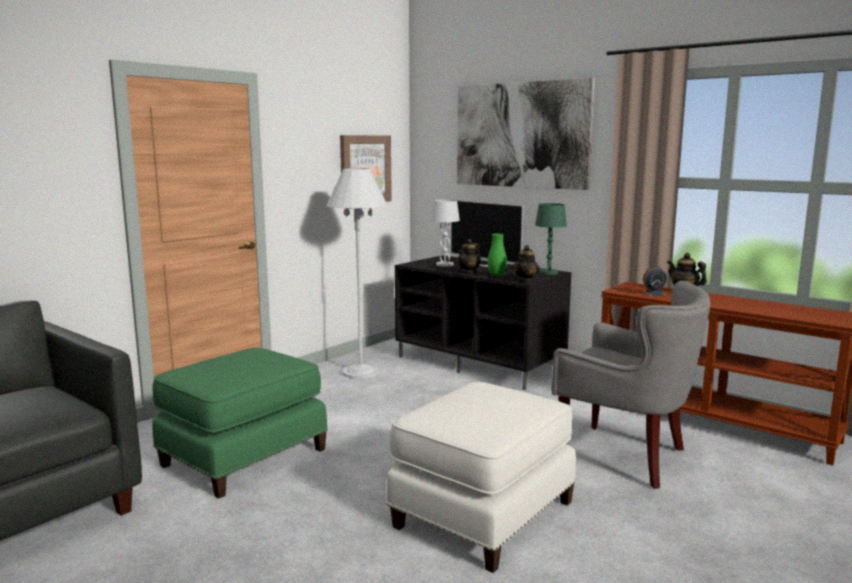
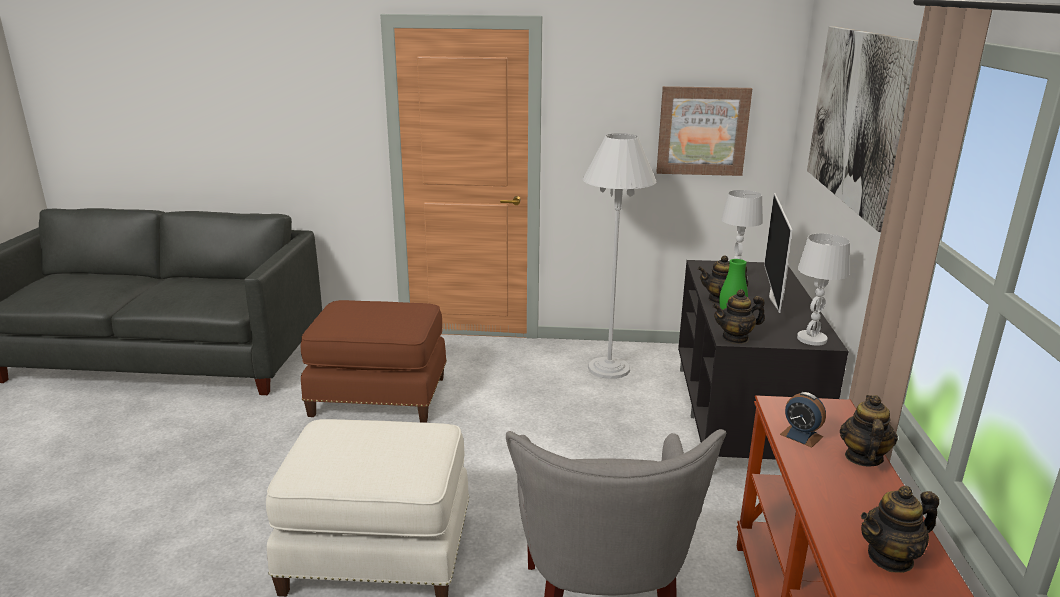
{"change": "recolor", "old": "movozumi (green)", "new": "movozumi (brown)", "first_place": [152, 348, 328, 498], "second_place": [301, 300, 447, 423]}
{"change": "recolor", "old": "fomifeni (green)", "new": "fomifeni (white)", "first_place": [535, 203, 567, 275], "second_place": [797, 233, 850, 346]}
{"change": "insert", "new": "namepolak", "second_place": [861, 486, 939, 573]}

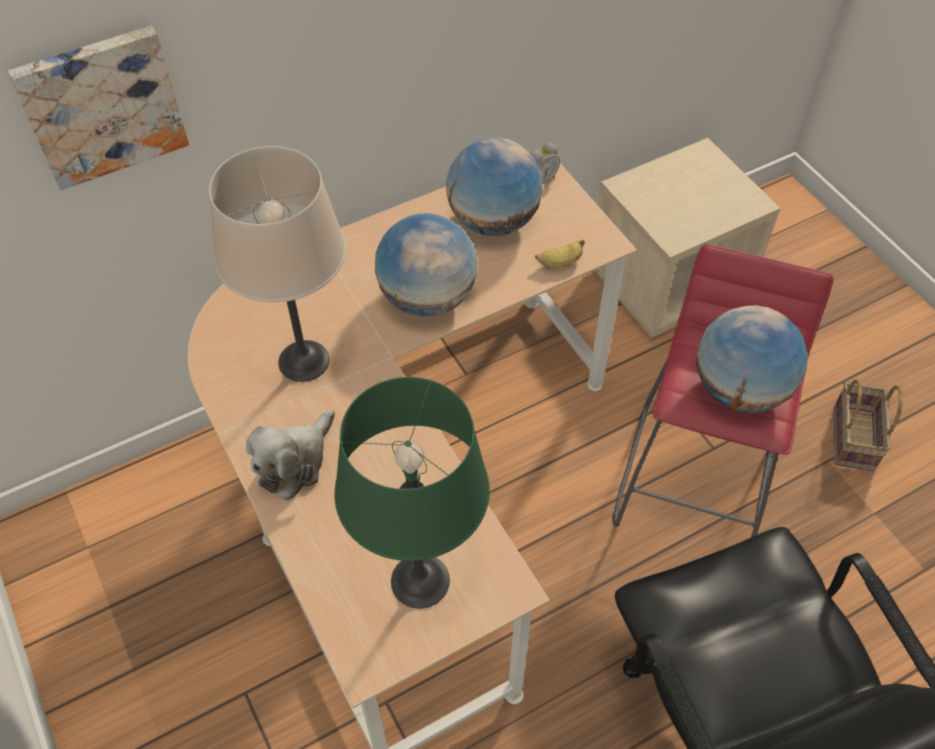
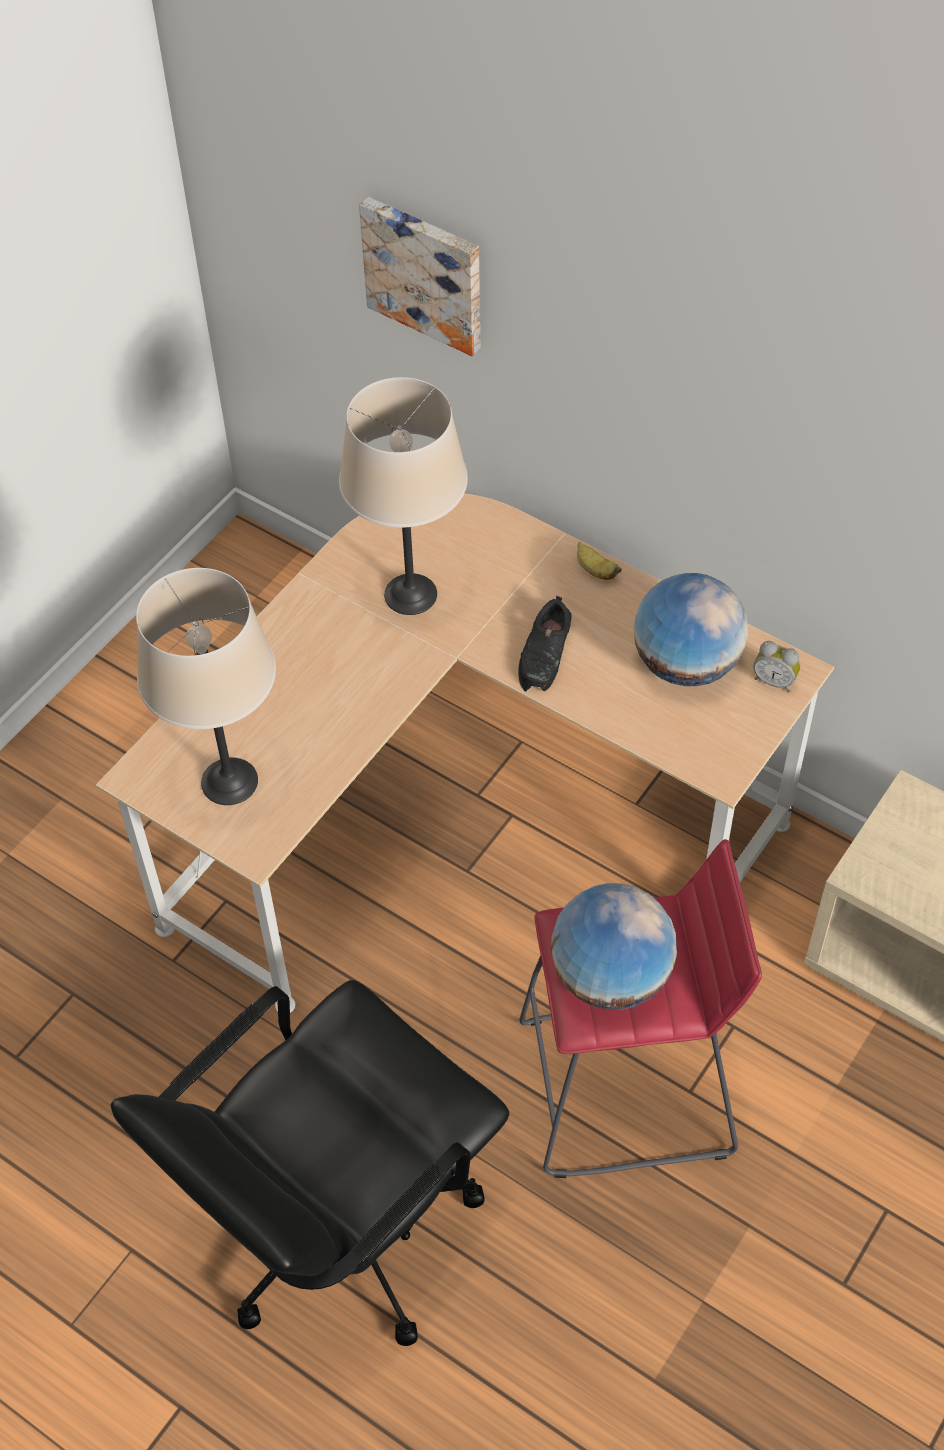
{"change": "recolor", "old": "fomifeni (green)", "new": "fomifeni (beige)", "first_place": [335, 377, 490, 609], "second_place": [136, 568, 276, 805]}
{"change": "replace", "old": "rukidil", "new": "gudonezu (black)", "first_place": [375, 213, 477, 317], "second_place": [518, 596, 571, 692]}
{"change": "move", "old": "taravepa", "first_place": [535, 240, 585, 268], "second_place": [577, 542, 622, 580]}
{"change": "delete", "old": "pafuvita", "first_place": [246, 409, 335, 501]}
{"change": "delete", "old": "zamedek", "first_place": [834, 379, 903, 471]}

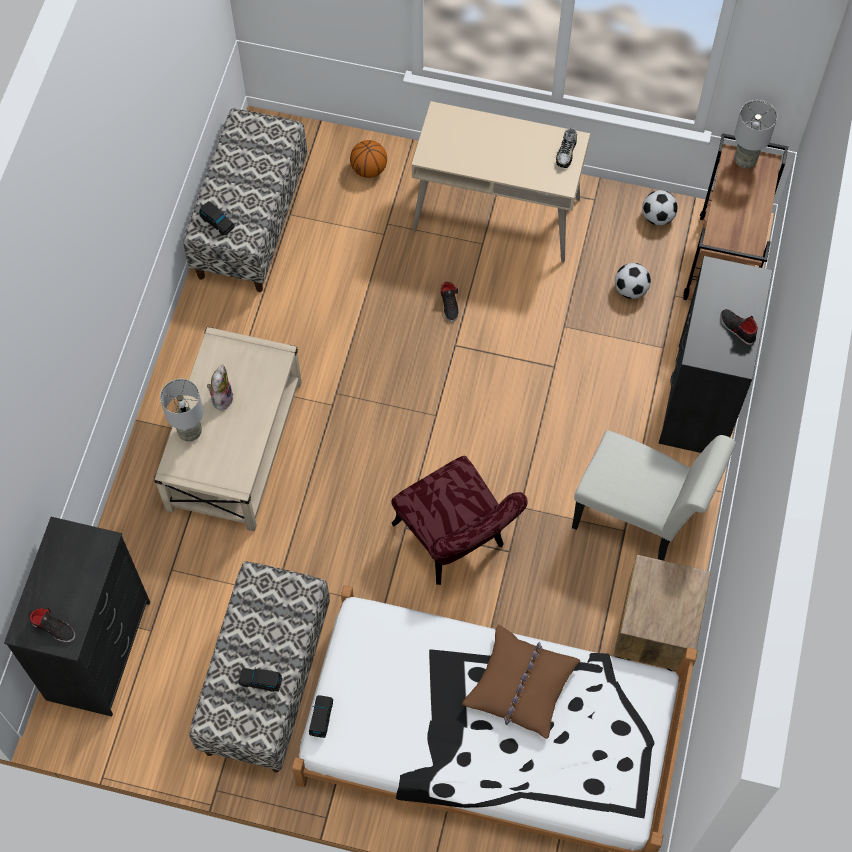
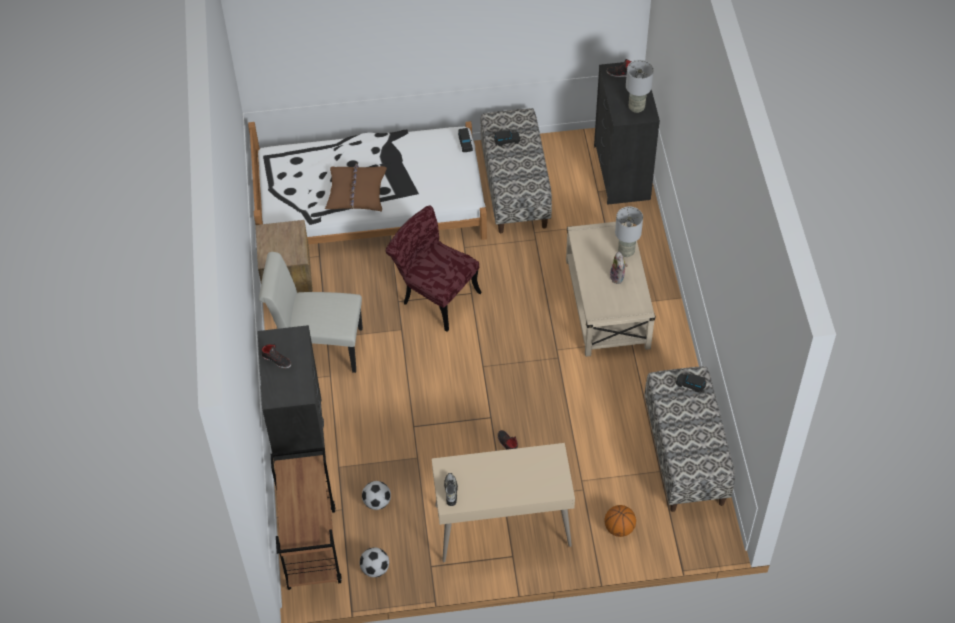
{"change": "move", "old": "fomifeni (grey)", "first_place": [734, 100, 777, 168], "second_place": [626, 60, 654, 113]}

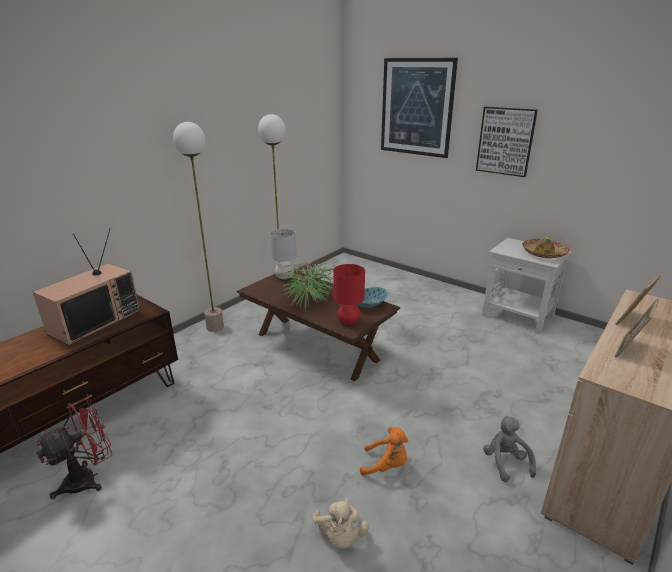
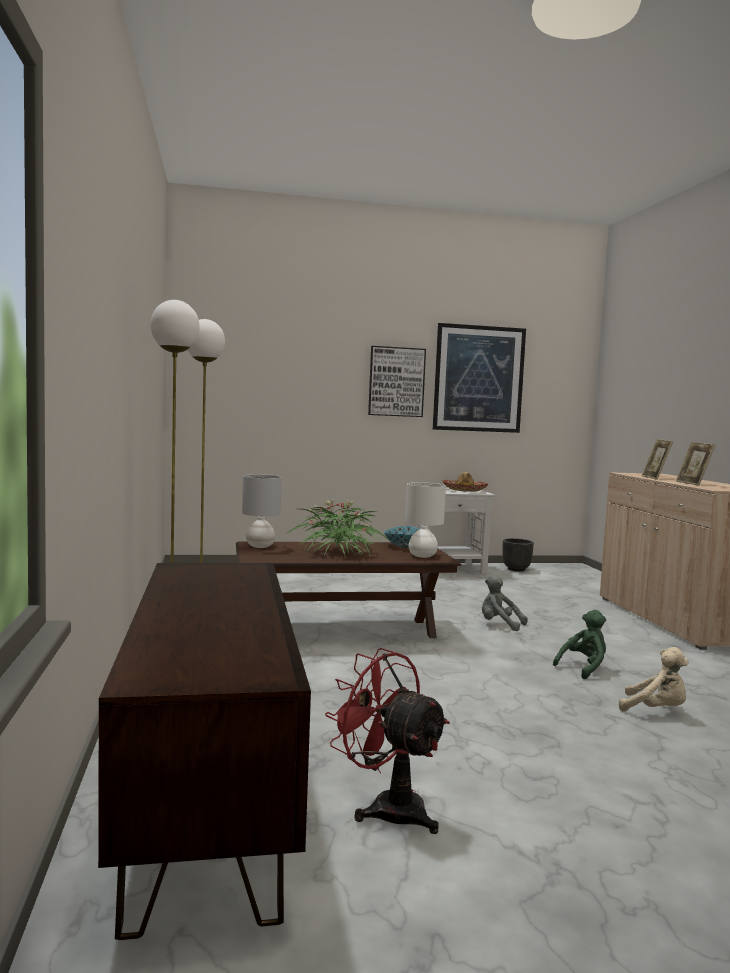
{"change": "rotate", "old": "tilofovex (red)", "first_place": [36, 398, 112, 499], "second_place": [325, 648, 450, 834], "degrees": -45}
{"change": "recolor", "old": "fomifeni (red)", "new": "fomifeni (white)", "first_place": [333, 264, 365, 325], "second_place": [405, 482, 446, 558]}
{"change": "move", "old": "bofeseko", "first_place": [381, 58, 458, 158], "second_place": [433, 323, 526, 433]}
{"change": "move", "old": "pafuvita (grey)", "first_place": [483, 416, 536, 482], "second_place": [482, 575, 528, 631]}
{"change": "insert", "new": "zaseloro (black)", "second_place": [502, 538, 534, 572]}
{"change": "recolor", "old": "pafuvita (orange)", "new": "pafuvita (green)", "first_place": [360, 427, 408, 476], "second_place": [553, 610, 606, 679]}
{"change": "delete", "old": "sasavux", "first_place": [33, 228, 140, 346]}

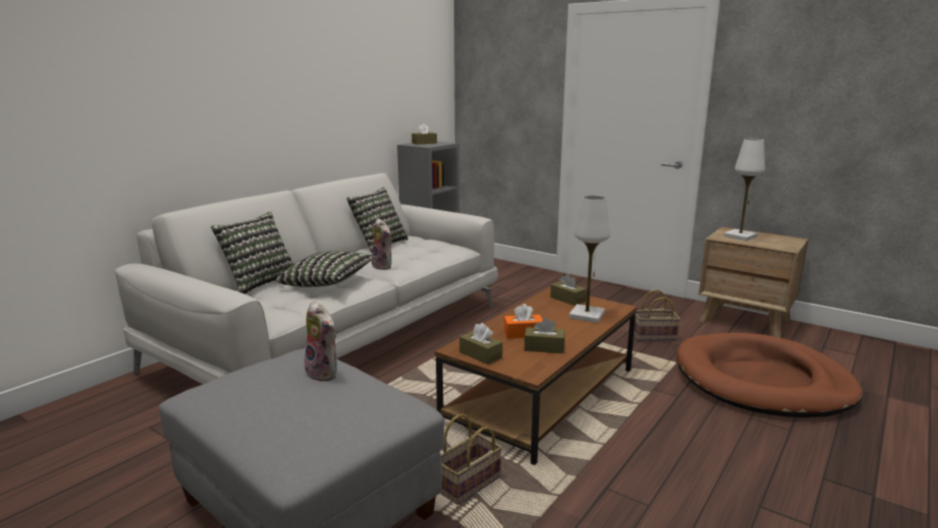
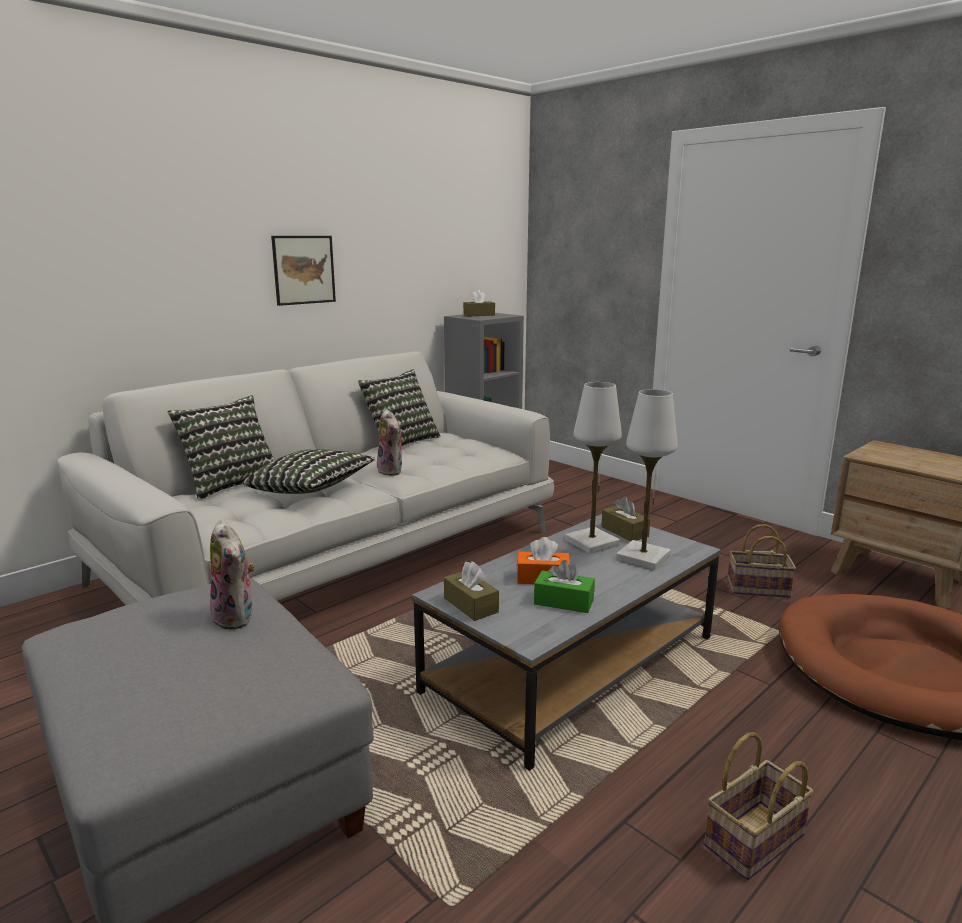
{"change": "insert", "new": "bofeseko", "second_place": [271, 236, 336, 306]}
{"change": "recolor", "old": "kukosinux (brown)", "new": "kukosinux (grey)", "first_place": [435, 287, 637, 465], "second_place": [412, 514, 721, 771]}
{"change": "recolor", "old": "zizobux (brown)", "new": "zizobux (green)", "first_place": [524, 317, 565, 354], "second_place": [534, 560, 595, 613]}
{"change": "move", "old": "fomifeni (white)", "first_place": [724, 139, 765, 241], "second_place": [565, 382, 622, 554]}
{"change": "move", "old": "zamedek", "first_place": [440, 414, 502, 505], "second_place": [704, 732, 814, 880]}

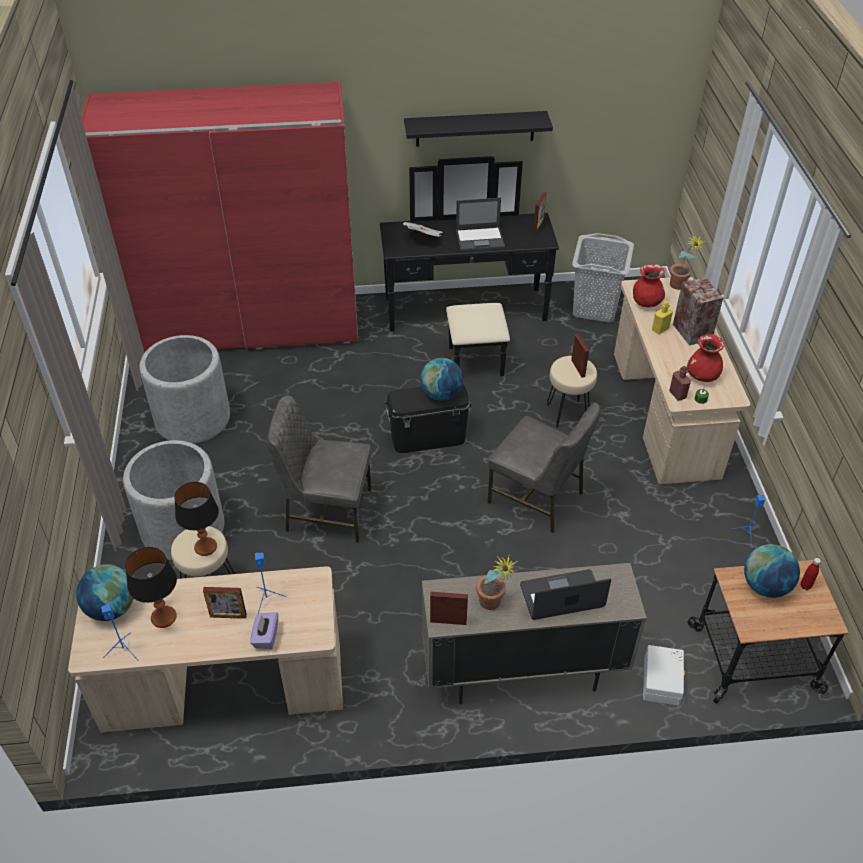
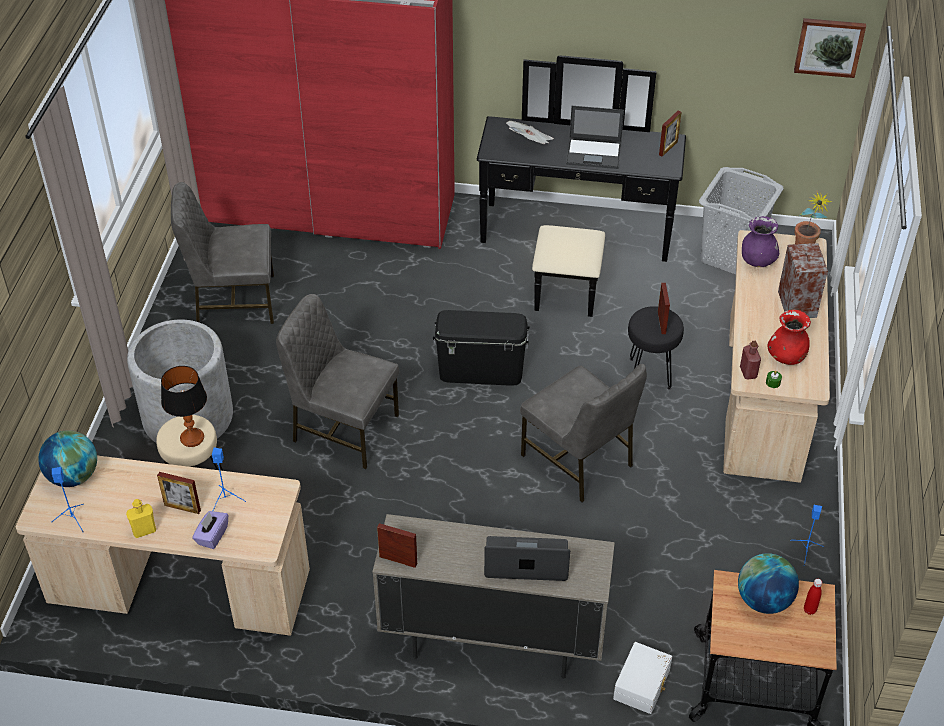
{"change": "move", "old": "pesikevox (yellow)", "first_place": [652, 301, 673, 334], "second_place": [126, 499, 156, 538]}
{"change": "replace", "old": "zaseloro (grey)", "new": "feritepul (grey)", "first_place": [139, 335, 230, 444], "second_place": [171, 182, 274, 324]}
{"change": "recolor", "old": "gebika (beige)", "new": "gebika (black)", "first_place": [547, 356, 597, 428], "second_place": [628, 306, 684, 390]}
{"change": "recolor", "old": "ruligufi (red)", "new": "ruligufi (purple)", "first_place": [633, 263, 665, 308], "second_place": [742, 216, 779, 267]}
{"change": "insert", "new": "bofeseko", "second_place": [794, 18, 866, 78]}
{"change": "delete", "old": "fomifeni", "first_place": [125, 547, 177, 628]}
{"change": "delete", "old": "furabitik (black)", "first_place": [404, 111, 553, 147]}
{"change": "delete", "old": "rukidil", "first_place": [420, 358, 463, 400]}
{"change": "delete", "old": "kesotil", "first_place": [476, 556, 517, 610]}

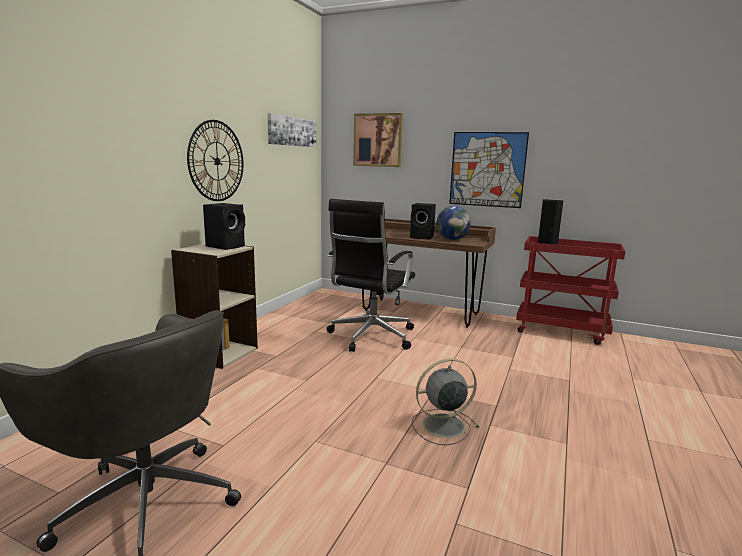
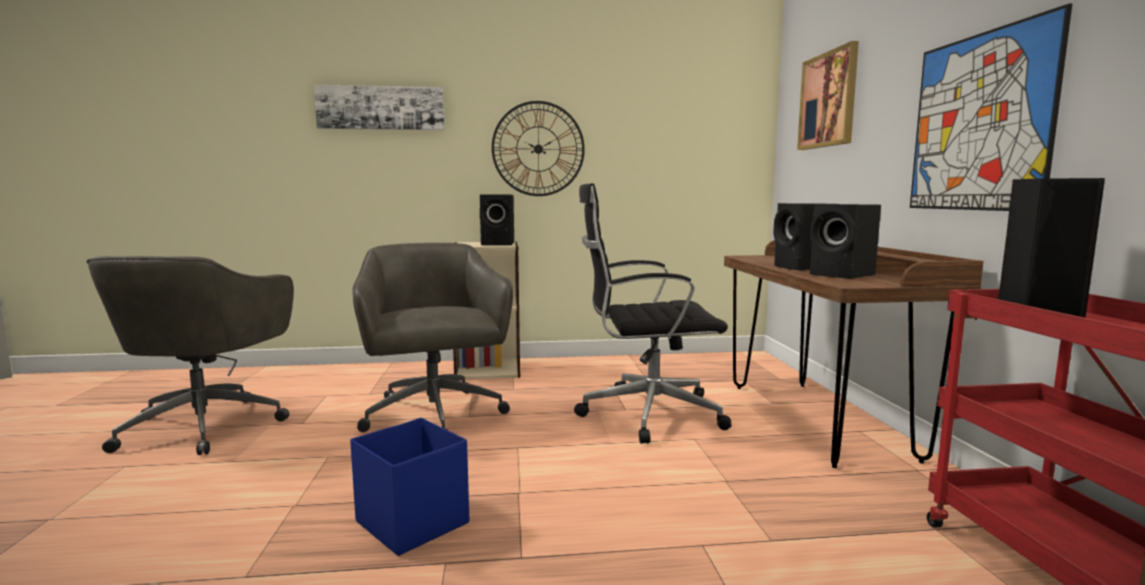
{"change": "move", "old": "bofeseko", "first_place": [267, 113, 316, 147], "second_place": [314, 85, 444, 130]}
{"change": "replace", "old": "tilofovex (grey)", "new": "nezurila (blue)", "first_place": [412, 359, 480, 445], "second_place": [350, 418, 469, 556]}
{"change": "insert", "new": "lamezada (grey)", "second_place": [352, 243, 513, 432]}
{"change": "replace", "old": "rukidil", "new": "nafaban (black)", "first_place": [437, 206, 471, 240], "second_place": [810, 204, 881, 279]}

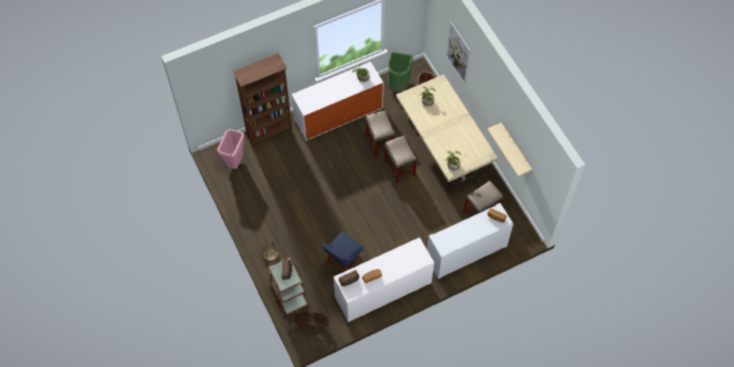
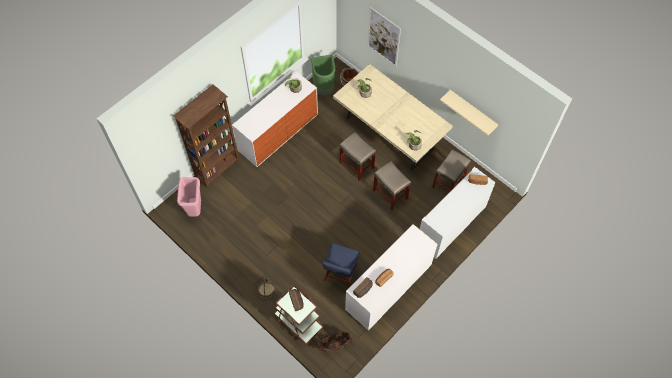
{"change": "move", "old": "gebika (beige)", "first_place": [366, 110, 396, 157], "second_place": [373, 161, 411, 211]}

